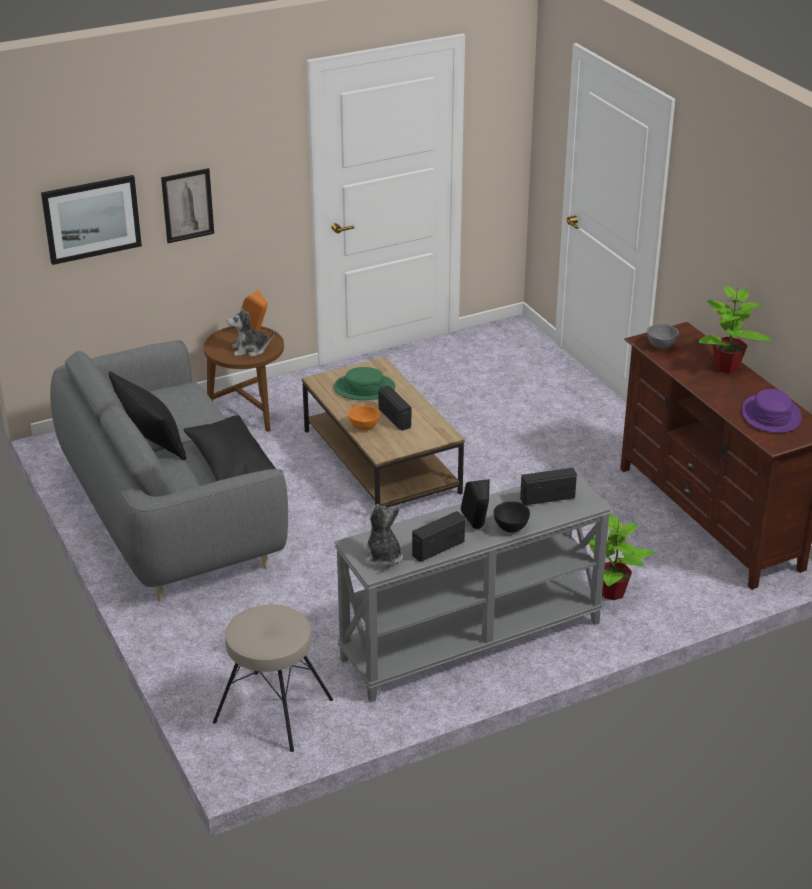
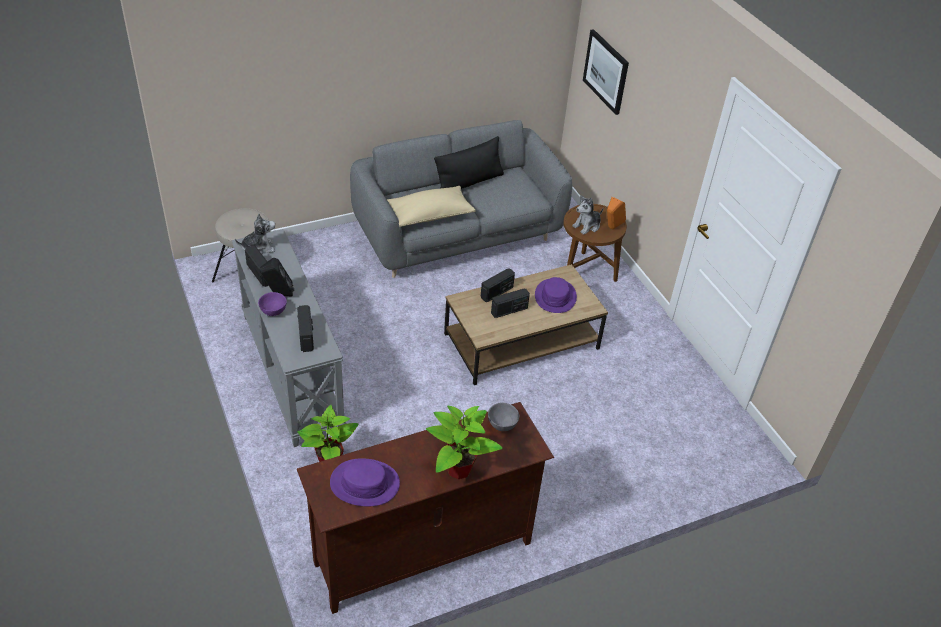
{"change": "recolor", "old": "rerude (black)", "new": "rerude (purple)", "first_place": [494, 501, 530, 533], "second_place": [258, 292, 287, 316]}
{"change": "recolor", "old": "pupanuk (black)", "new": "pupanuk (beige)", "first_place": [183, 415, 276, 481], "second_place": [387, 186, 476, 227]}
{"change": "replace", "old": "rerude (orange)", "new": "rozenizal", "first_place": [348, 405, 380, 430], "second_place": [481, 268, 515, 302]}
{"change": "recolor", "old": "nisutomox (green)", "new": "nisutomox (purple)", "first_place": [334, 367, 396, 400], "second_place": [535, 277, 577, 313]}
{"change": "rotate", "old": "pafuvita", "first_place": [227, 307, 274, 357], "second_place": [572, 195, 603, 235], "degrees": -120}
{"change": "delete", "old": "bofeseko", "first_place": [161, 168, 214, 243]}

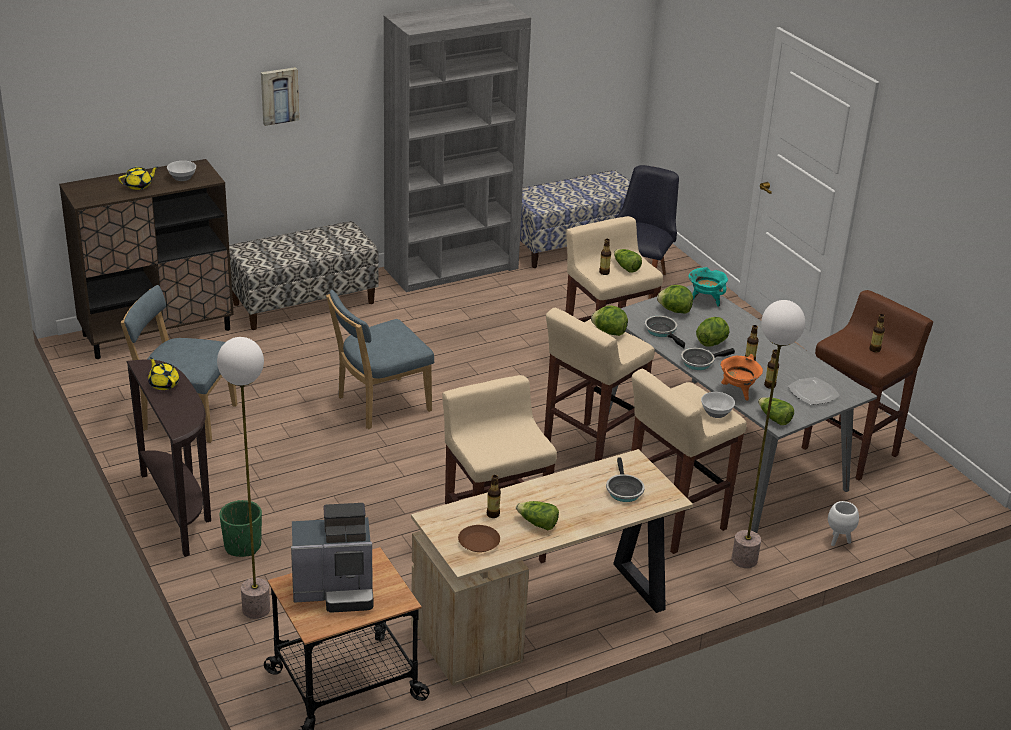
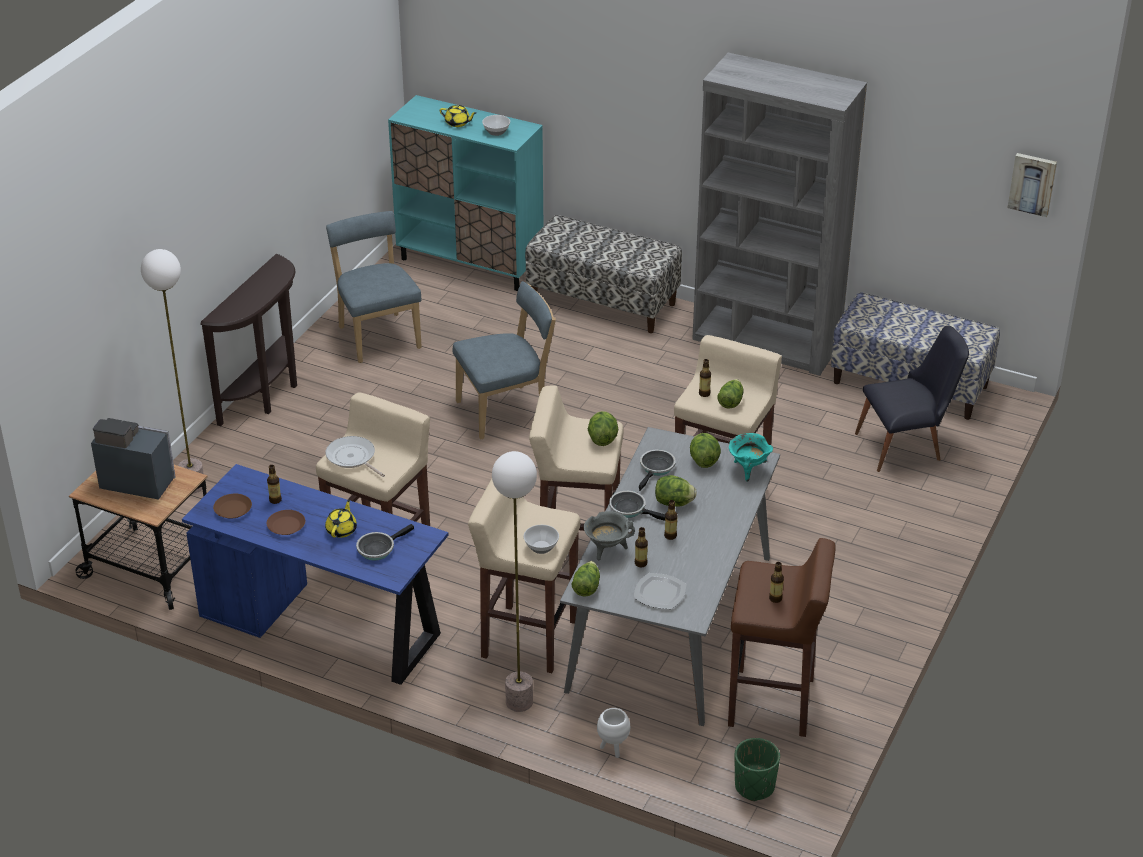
{"change": "rotate", "old": "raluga", "first_place": [291, 503, 373, 613], "second_place": [91, 418, 176, 500], "degrees": 150}
{"change": "recolor", "old": "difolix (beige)", "new": "difolix (blue)", "first_place": [411, 449, 693, 686], "second_place": [182, 464, 448, 685]}
{"change": "replace", "old": "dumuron", "new": "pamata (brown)", "first_place": [516, 501, 559, 530], "second_place": [267, 510, 305, 535]}
{"change": "move", "old": "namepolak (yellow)", "first_place": [148, 357, 179, 390], "second_place": [325, 499, 357, 538]}
{"change": "insert", "new": "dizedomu", "second_place": [326, 436, 385, 477]}
{"change": "recolor", "old": "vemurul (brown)", "new": "vemurul (turquoise)", "first_place": [59, 159, 234, 359], "second_place": [388, 95, 543, 291]}
{"change": "rotate", "old": "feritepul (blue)", "first_place": [326, 290, 434, 429], "second_place": [453, 281, 556, 439], "degrees": 135}
{"change": "recolor", "old": "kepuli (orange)", "new": "kepuli (grey)", "first_place": [720, 354, 763, 401], "second_place": [584, 511, 635, 560]}
{"change": "move", "old": "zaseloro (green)", "first_place": [220, 500, 262, 557], "second_place": [735, 738, 780, 801]}
{"change": "move", "old": "bofeseko", "first_place": [261, 67, 299, 126], "second_place": [1007, 153, 1057, 217]}

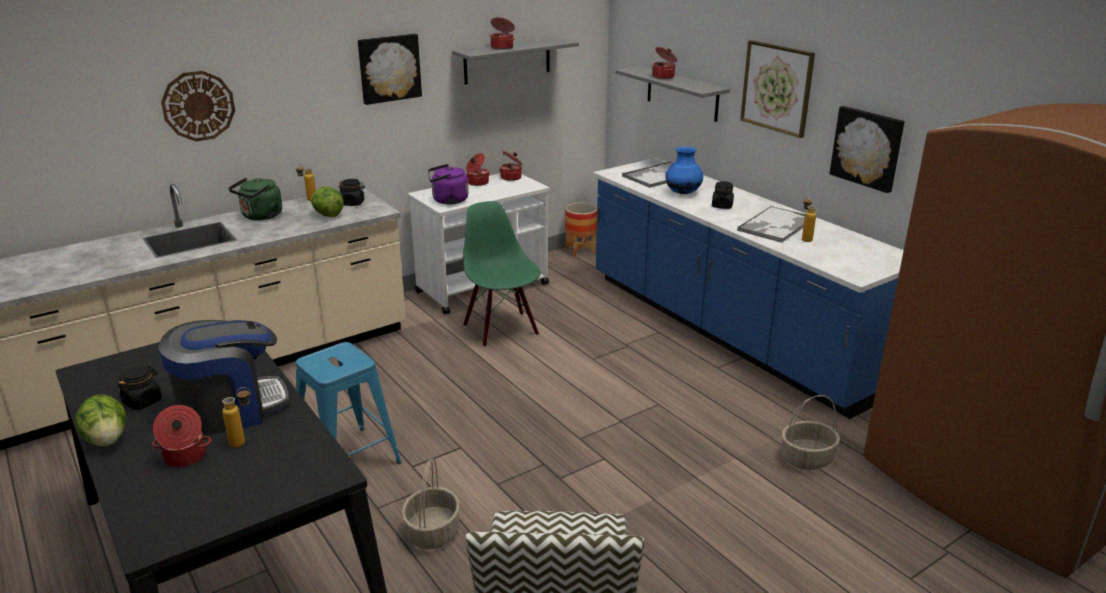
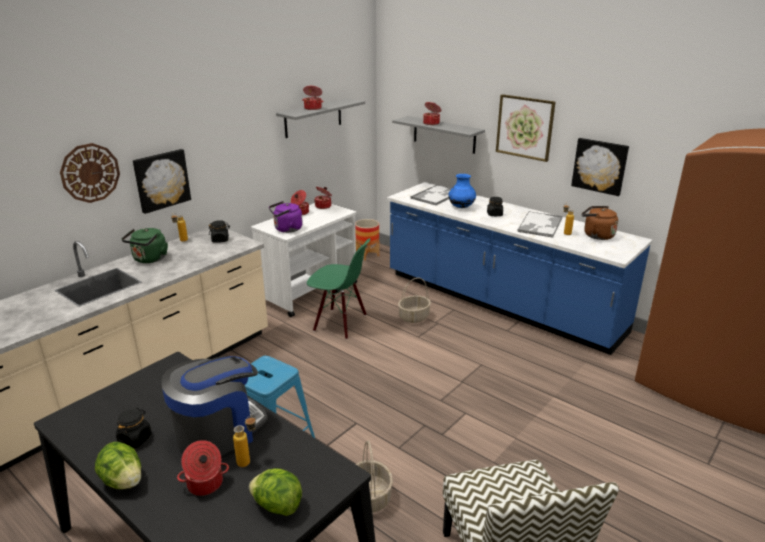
{"change": "move", "old": "bofeseko", "first_place": [358, 34, 422, 105], "second_place": [133, 149, 191, 214]}
{"change": "move", "old": "dumuron", "first_place": [311, 187, 344, 217], "second_place": [249, 468, 302, 516]}
{"change": "rotate", "old": "feritepul (green)", "first_place": [463, 201, 541, 348], "second_place": [307, 238, 370, 340], "degrees": 150}
{"change": "move", "old": "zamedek", "first_place": [781, 395, 840, 470], "second_place": [398, 278, 431, 323]}
{"change": "insert", "new": "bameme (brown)", "second_place": [582, 206, 618, 240]}

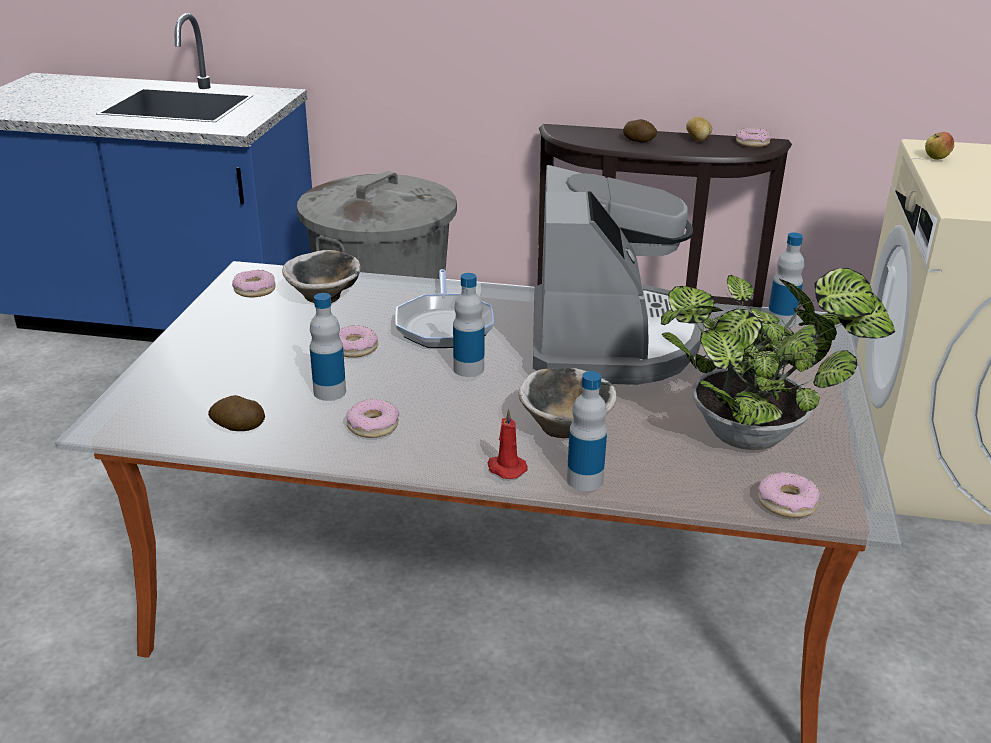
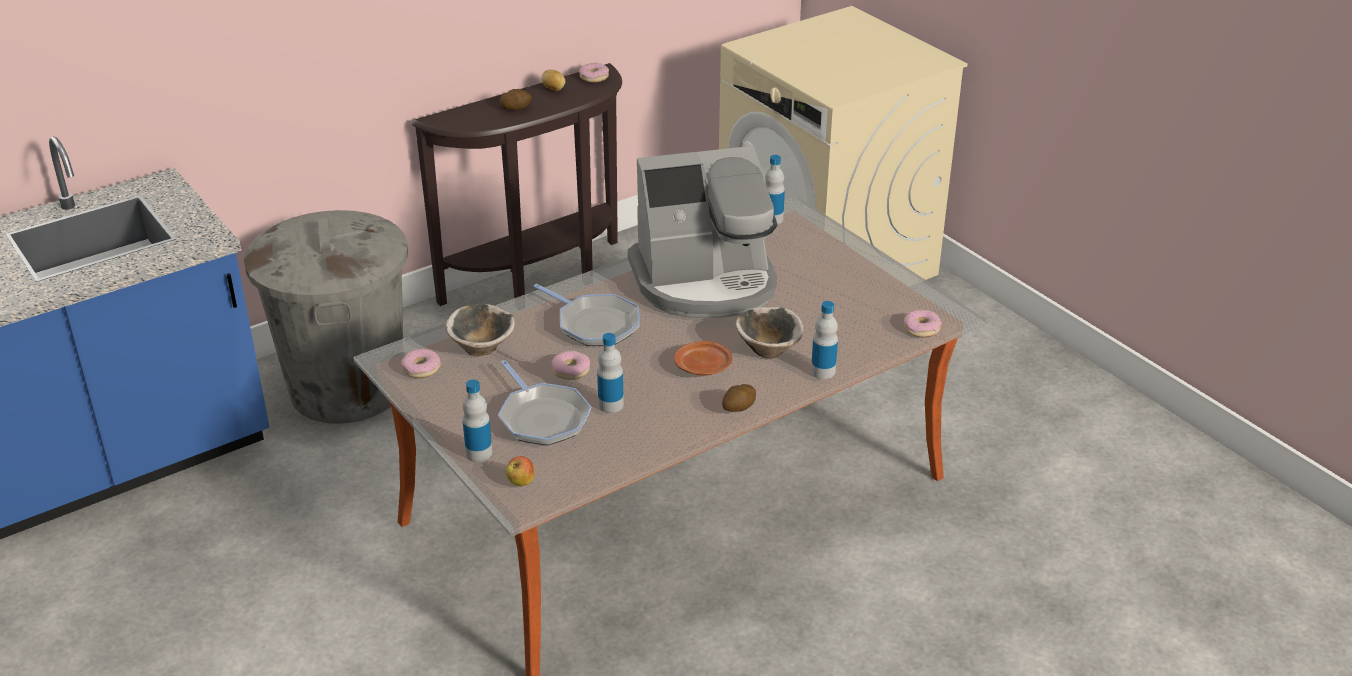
{"change": "move", "old": "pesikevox", "first_place": [453, 273, 485, 377], "second_place": [462, 379, 492, 462]}
{"change": "insert", "new": "dizedomu", "second_place": [498, 360, 591, 445]}
{"change": "move", "old": "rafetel", "first_place": [925, 132, 954, 160], "second_place": [506, 456, 535, 486]}
{"change": "rotate", "old": "raluga", "first_place": [533, 165, 704, 385], "second_place": [628, 146, 777, 318], "degrees": 120}
{"change": "insert", "new": "pamata (brown)", "second_place": [674, 341, 733, 375]}
{"change": "move", "old": "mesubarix", "first_place": [208, 395, 265, 431], "second_place": [722, 384, 756, 412]}
{"change": "delete", "old": "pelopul", "first_place": [346, 399, 399, 438]}
{"change": "delete", "old": "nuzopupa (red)", "first_place": [488, 409, 527, 479]}
{"change": "delete", "old": "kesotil", "first_place": [661, 268, 895, 450]}

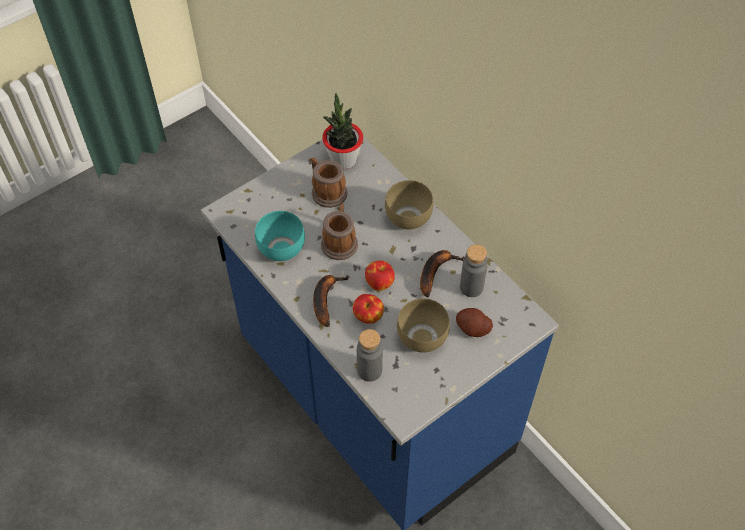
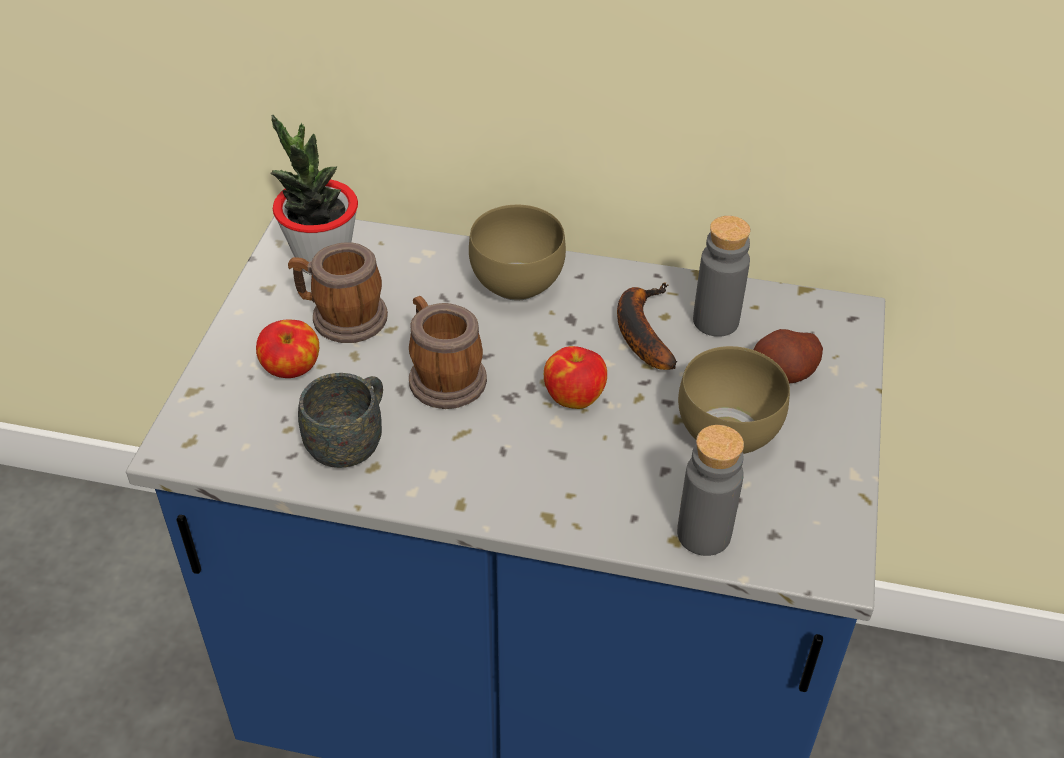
{"change": "move", "old": "rafetel", "first_place": [353, 294, 384, 324], "second_place": [256, 320, 319, 378]}
{"change": "replace", "old": "rerude (turquoise)", "new": "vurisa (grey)", "first_place": [255, 211, 305, 261], "second_place": [298, 373, 383, 468]}
{"change": "delete", "old": "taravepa", "first_place": [313, 275, 349, 327]}

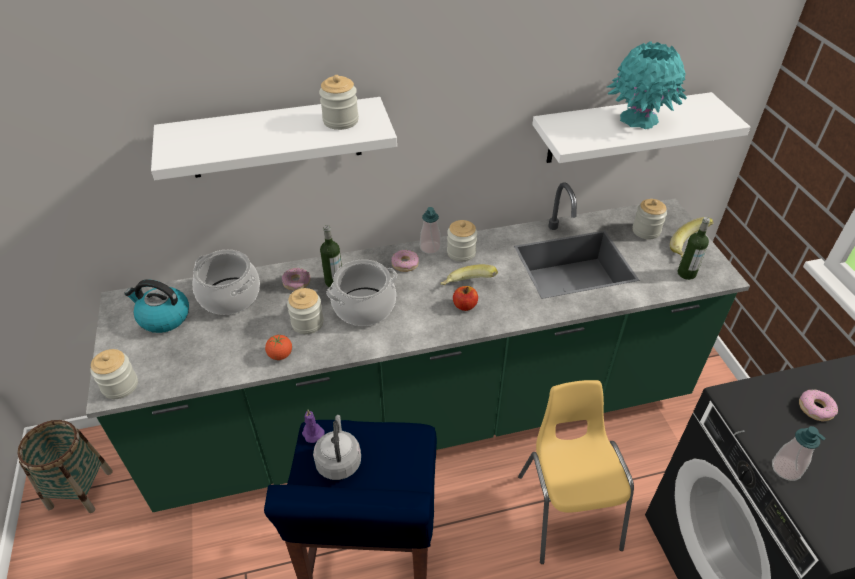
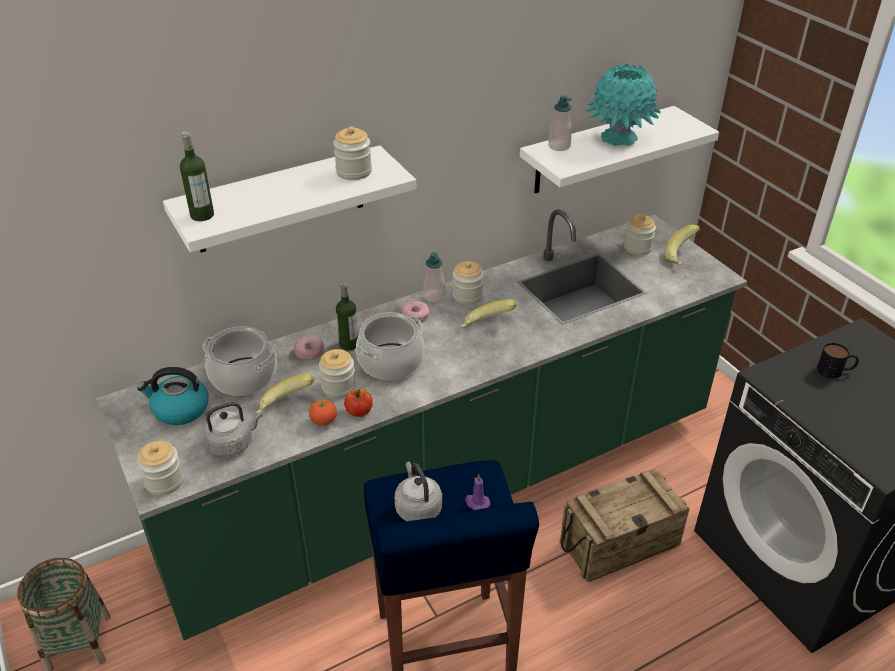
{"change": "move", "old": "pesikevox", "first_place": [678, 217, 710, 280], "second_place": [180, 131, 214, 221]}
{"change": "insert", "new": "bameme (grey)", "second_place": [203, 402, 263, 457]}
{"change": "insert", "new": "taravepa", "second_place": [256, 374, 314, 414]}
{"change": "move", "old": "rafetel", "first_place": [453, 286, 478, 311], "second_place": [344, 389, 373, 417]}
{"change": "move", "old": "nuzopupa (purple)", "first_place": [302, 410, 324, 443], "second_place": [465, 475, 490, 510]}
{"change": "move", "old": "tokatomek", "first_place": [772, 426, 826, 481], "second_place": [548, 95, 572, 151]}
{"change": "replace", "old": "feritepul (yellow)", "new": "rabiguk", "first_place": [518, 380, 634, 564], "second_place": [560, 469, 690, 582]}
{"change": "replace", "old": "pelopul", "new": "vurisa", "first_place": [799, 390, 838, 421], "second_place": [817, 343, 859, 378]}

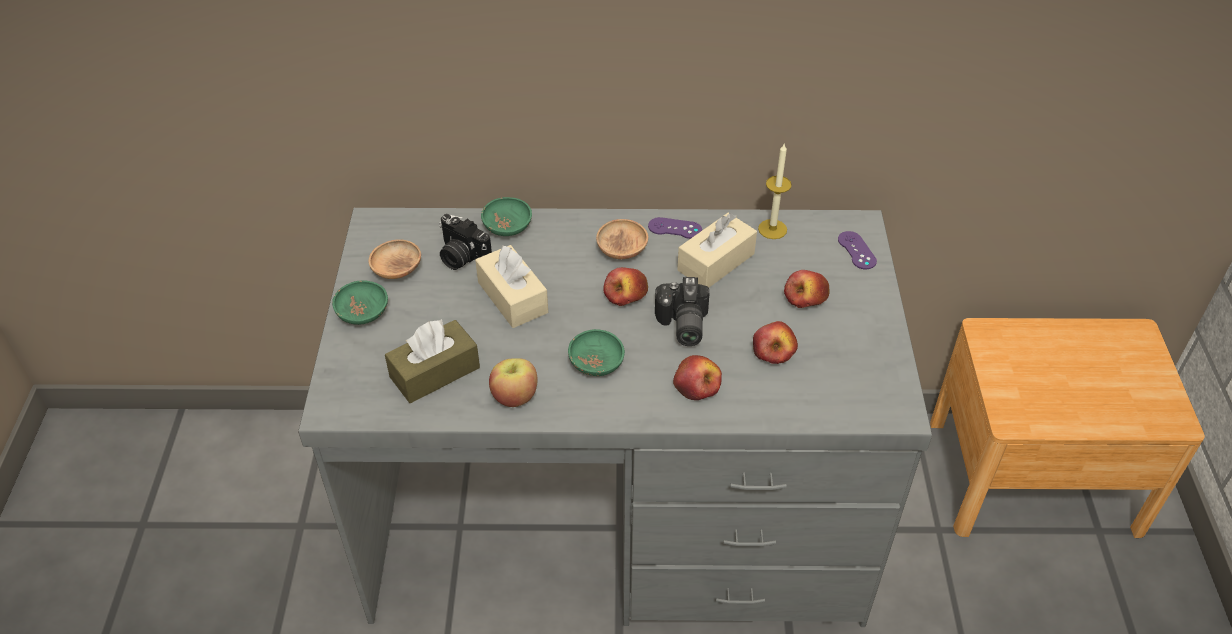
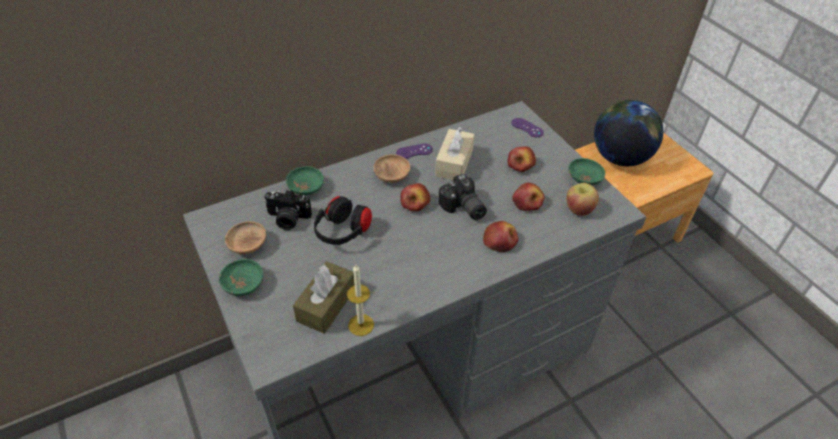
{"change": "replace", "old": "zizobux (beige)", "new": "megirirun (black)", "first_place": [475, 245, 548, 328], "second_place": [314, 196, 372, 245]}
{"change": "move", "old": "nuzopupa", "first_place": [758, 144, 792, 239], "second_place": [347, 265, 374, 336]}
{"change": "move", "old": "rafetel", "first_place": [489, 358, 538, 407], "second_place": [566, 183, 599, 216]}
{"change": "move", "old": "rerude (green)", "first_place": [568, 329, 625, 376], "second_place": [569, 158, 605, 185]}
{"change": "insert", "new": "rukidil", "second_place": [594, 100, 663, 166]}

